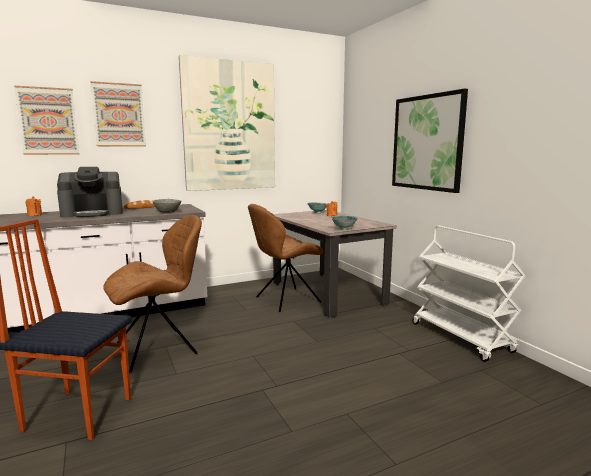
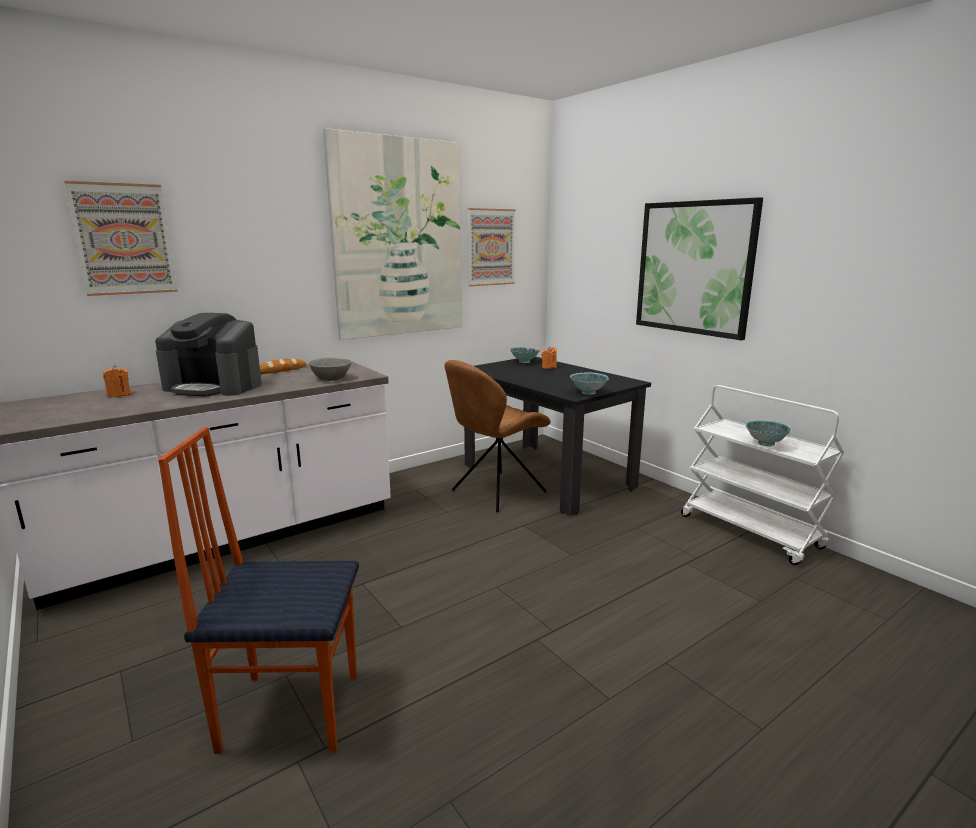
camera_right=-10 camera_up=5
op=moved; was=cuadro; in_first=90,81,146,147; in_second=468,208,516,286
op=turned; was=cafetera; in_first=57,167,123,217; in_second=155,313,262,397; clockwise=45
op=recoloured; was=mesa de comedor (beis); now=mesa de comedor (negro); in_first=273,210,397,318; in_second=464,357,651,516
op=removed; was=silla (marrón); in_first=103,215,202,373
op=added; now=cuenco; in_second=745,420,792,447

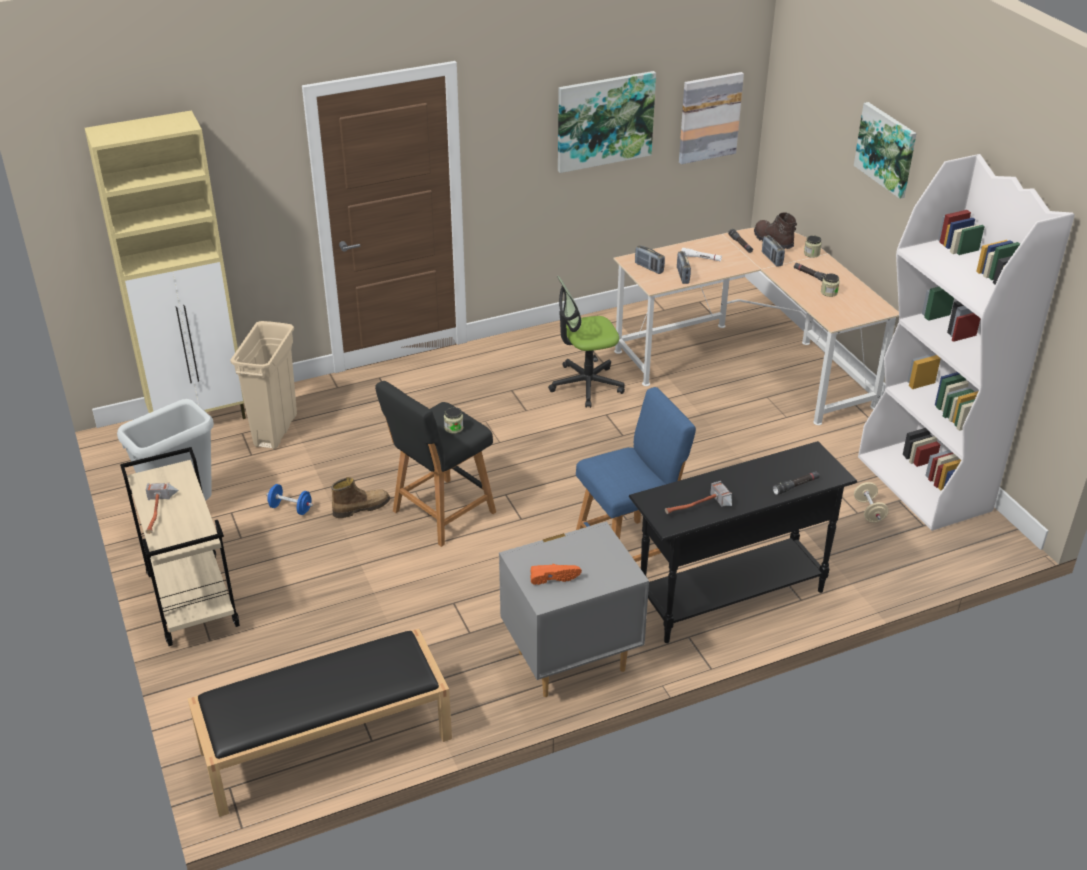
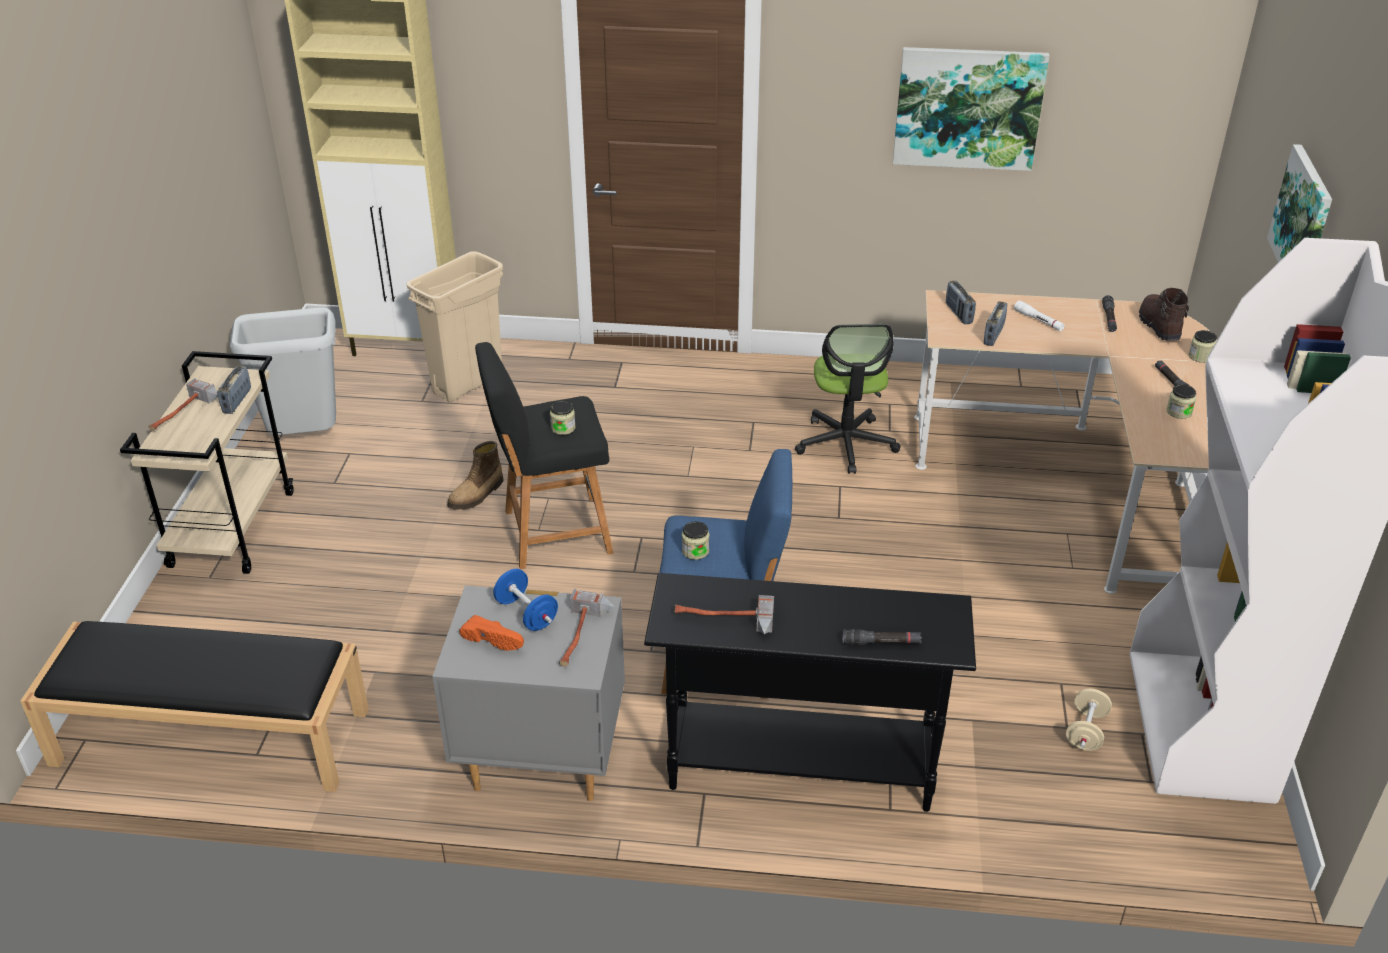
camera_right=30 camera_up=0
op=removed; was=cuadro; in_first=679,72,744,164
op=moved; was=radio; in_first=762,235,785,267; in_second=217,365,251,414
op=turned; was=silla de oficina; in_first=548,276,625,408; in_second=795,324,901,474; clockwise=-105
op=turned; was=bota; in_first=331,477,390,518; in_second=447,441,504,510; clockwise=120
op=moved; was=mancuerna (azul); in_first=266,484,313,515; in_second=493,569,558,631
op=added; now=tarro; in_second=682,521,710,560
op=added; now=martillo; in_second=559,589,615,666

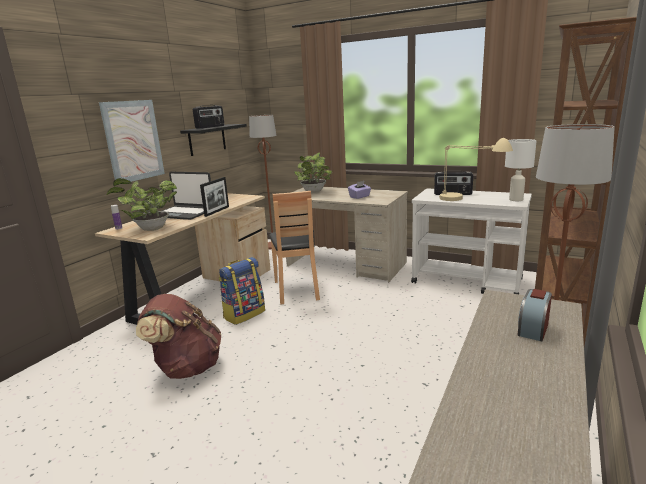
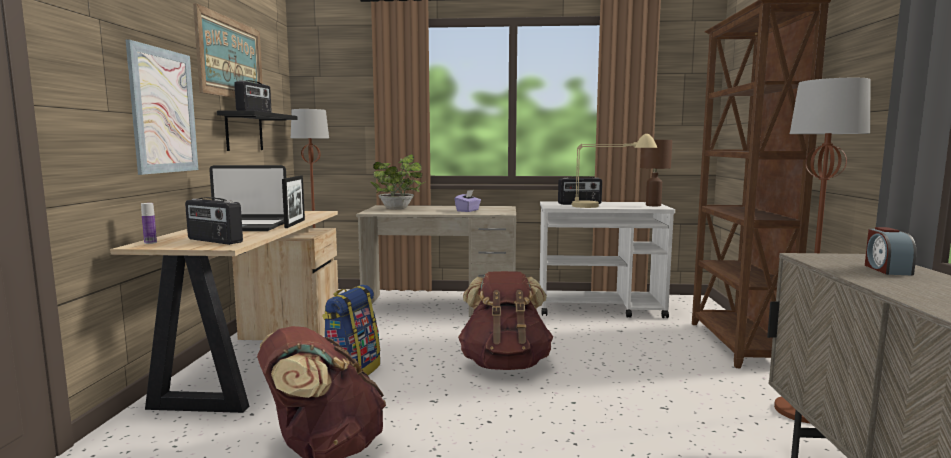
camera_right=-25 camera_up=-10
op=recoloured; was=lámpara de mesa (blanco); now=lámpara de mesa (marrón); in_first=505,139,537,201; in_second=640,140,672,206
op=replaced; was=planta en maceta; now=radio; in_first=107,178,177,231; in_second=185,197,243,245
op=removed; was=silla (marrón); in_first=269,191,320,304
op=added; now=cuadro; in_second=193,3,263,98
op=added; now=mochila (marrón); in_second=458,271,553,370

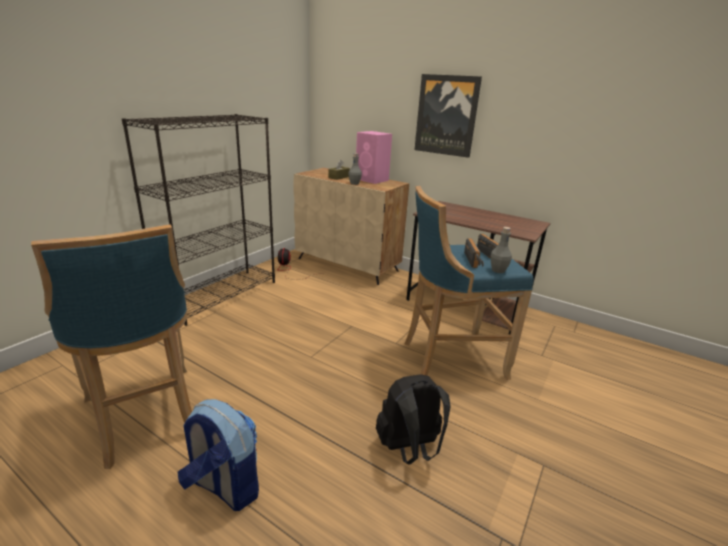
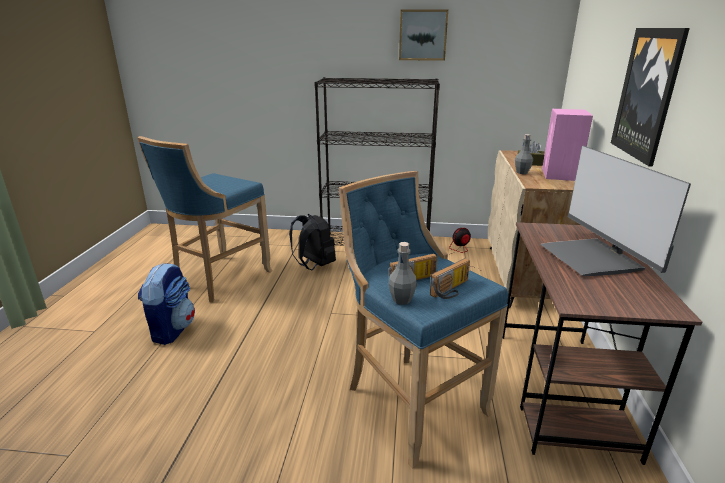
camera_right=65 camera_up=0
op=moved; was=mochila (negro); in_first=376,374,451,465; in_second=289,214,336,270
op=added; now=cuadro; in_second=399,9,448,61
op=added; now=monitor; in_second=540,146,691,276

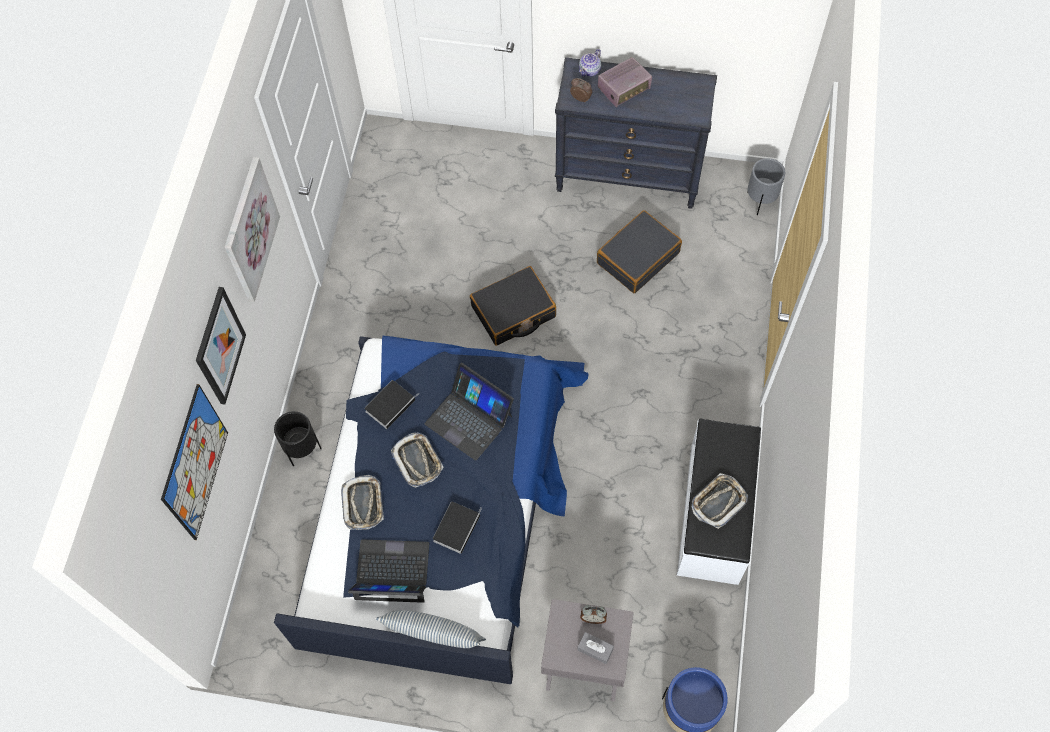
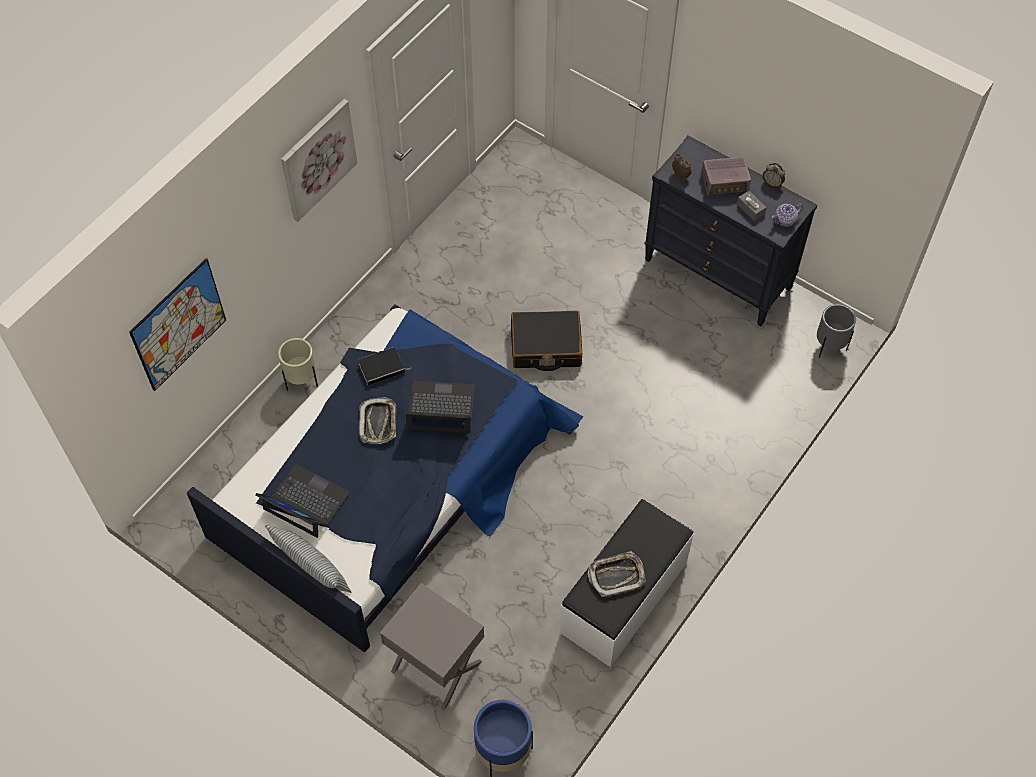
camera_right=25 camera_up=-5
op=moved; was=tetera; in_first=579,49,601,77; in_second=771,203,803,227
op=removed; was=maleta (negro); in_first=597,210,682,293
op=removed; was=cuadro; in_first=196,287,246,405
op=turned; was=portátil; in_first=425,363,514,461; in_second=404,381,475,433; clockwise=120
op=recoloured; was=maceta (negro); now=maceta (beis); in_first=274,411,322,466; in_second=278,338,318,391
op=removed; was=bandeja; in_first=341,475,384,530
op=removed; was=libro; in_first=433,501,482,554
op=moved; was=despertador; in_first=580,605,607,624; in_second=763,163,785,188
op=moved; was=caja de pañuelos (gris); in_first=577,632,614,664; in_second=737,191,767,221

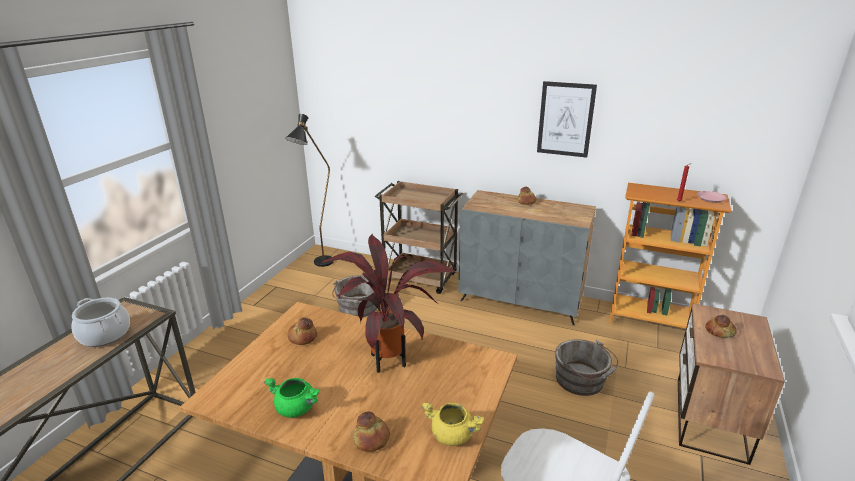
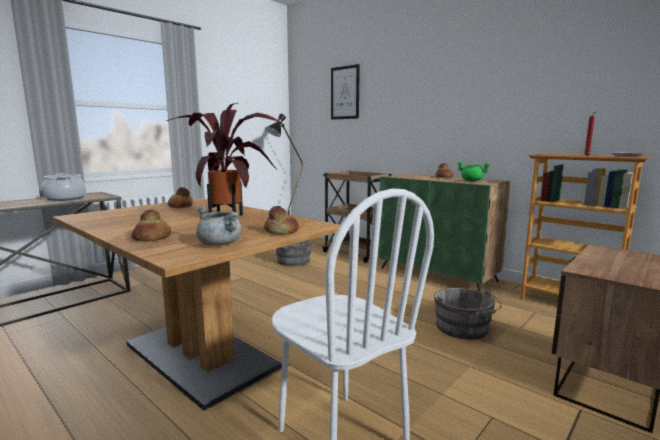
camera_right=20 camera_up=-15
op=moved; was=cuadro; in_first=537,81,597,158; in_second=331,64,360,120
op=recoloured; was=armario (gris); now=armario (verde); in_first=458,190,596,325; in_second=378,173,511,292
op=moved; was=pan; in_first=705,315,737,338; in_second=264,206,299,235
op=moved; was=olla (verde); in_first=264,378,320,418; in_second=457,162,491,181
op=recoloured; was=olla (amarillo); now=olla (gris); in_first=422,403,484,446; in_second=195,205,242,246

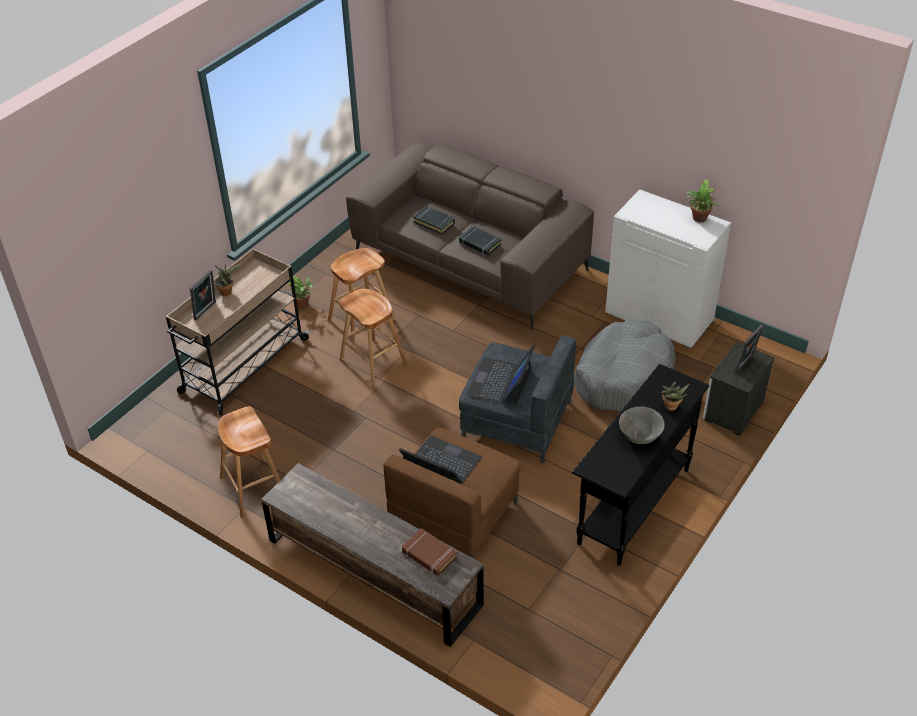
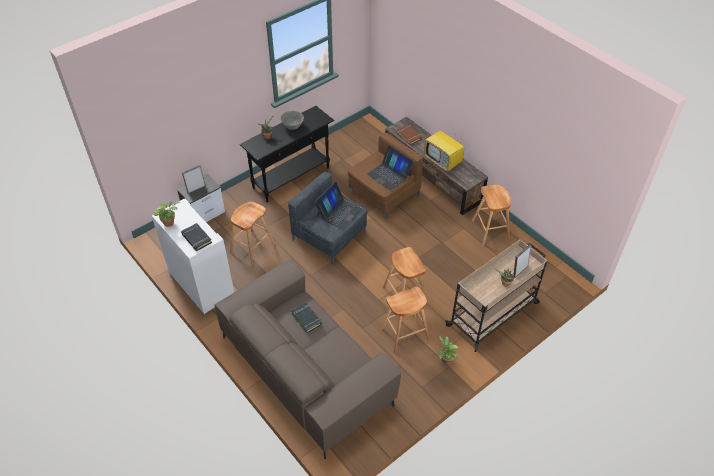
camera_right=-165 camera_up=5
op=moved; was=libro (negro); in_first=413,206,455,234; in_second=181,223,212,251
op=replaced; was=cama para perro (gris); now=taburete (marrón); in_first=574,319,676,412; in_second=230,202,274,265
op=added; now=televisor; in_second=424,130,464,172

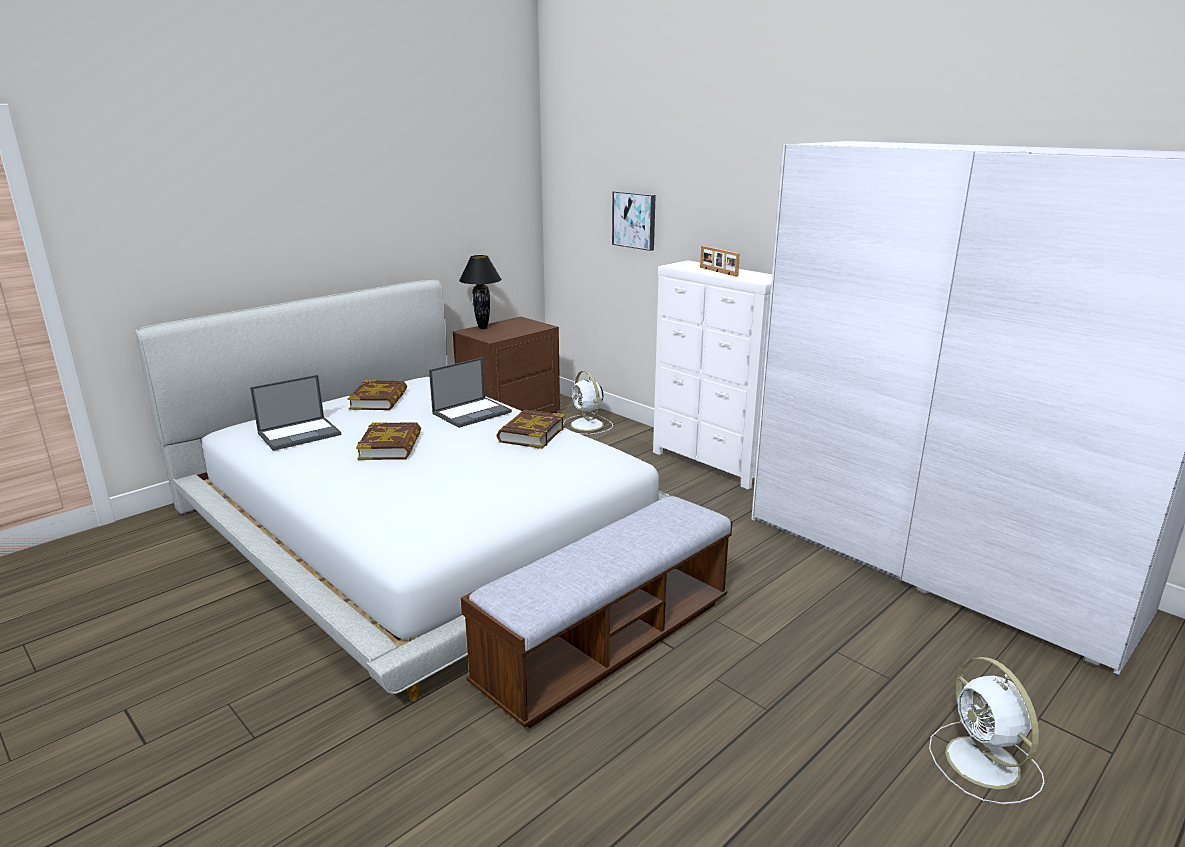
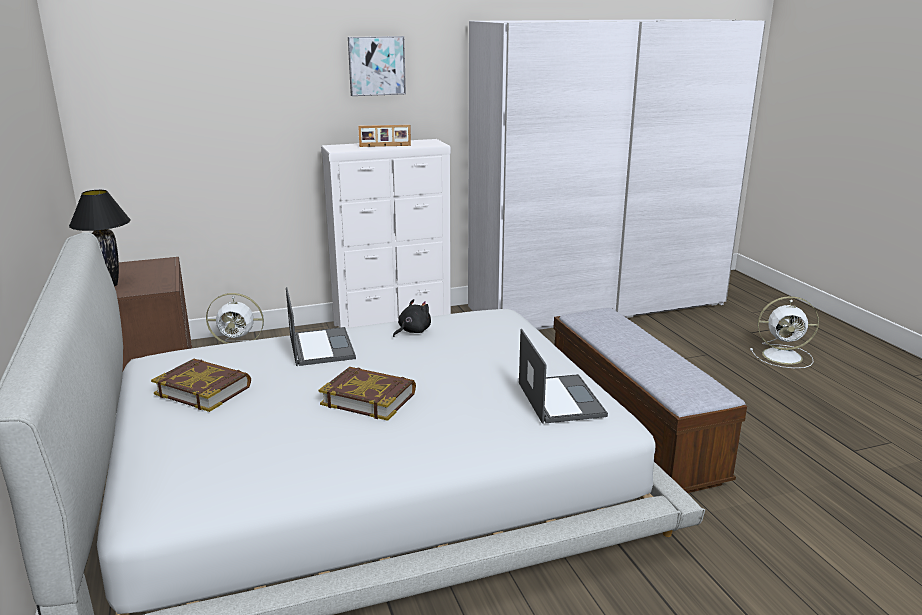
camera_right=-65 camera_up=0
op=moved; was=cuadro; in_first=612,191,656,251; in_second=348,36,406,96
op=moved; was=portátil; in_first=250,375,341,451; in_second=519,329,608,424
op=replaced; was=libro; now=peluche (negro); in_first=497,410,565,449; in_second=393,299,431,337

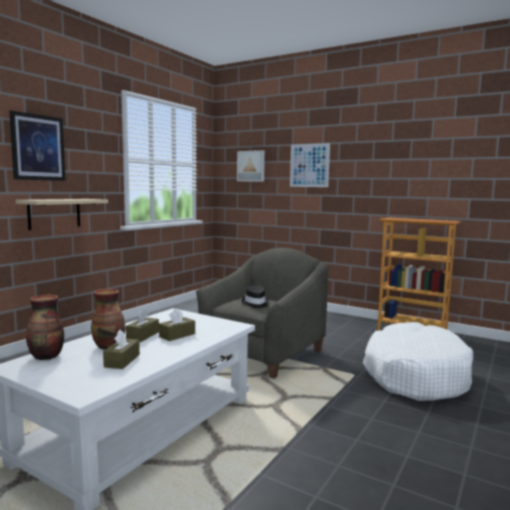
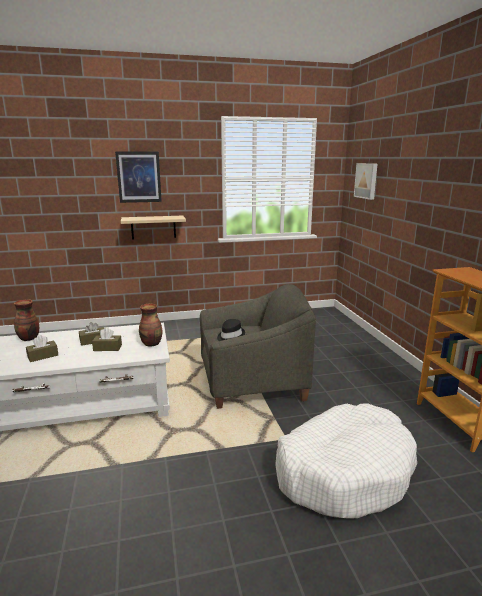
camera_right=45 camera_up=10
op=removed; was=cuadro; in_first=290,143,330,187
op=moved; was=florero; in_first=91,289,126,350; in_second=139,303,163,346

